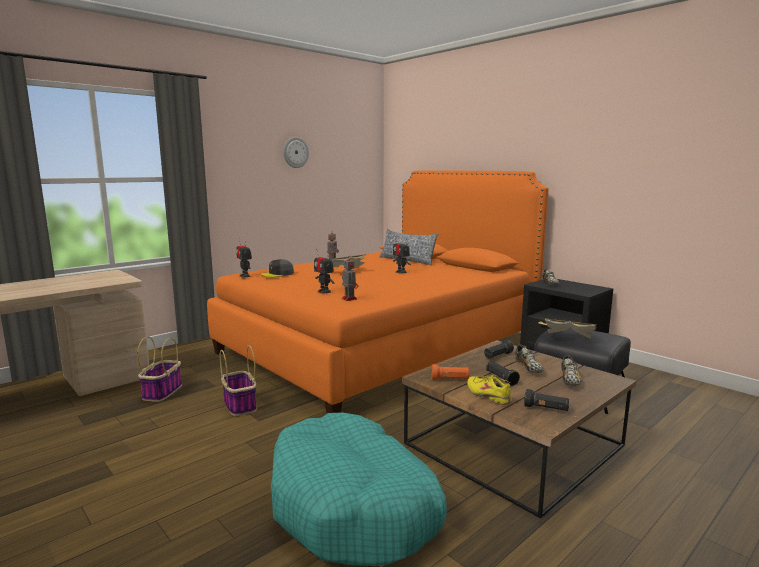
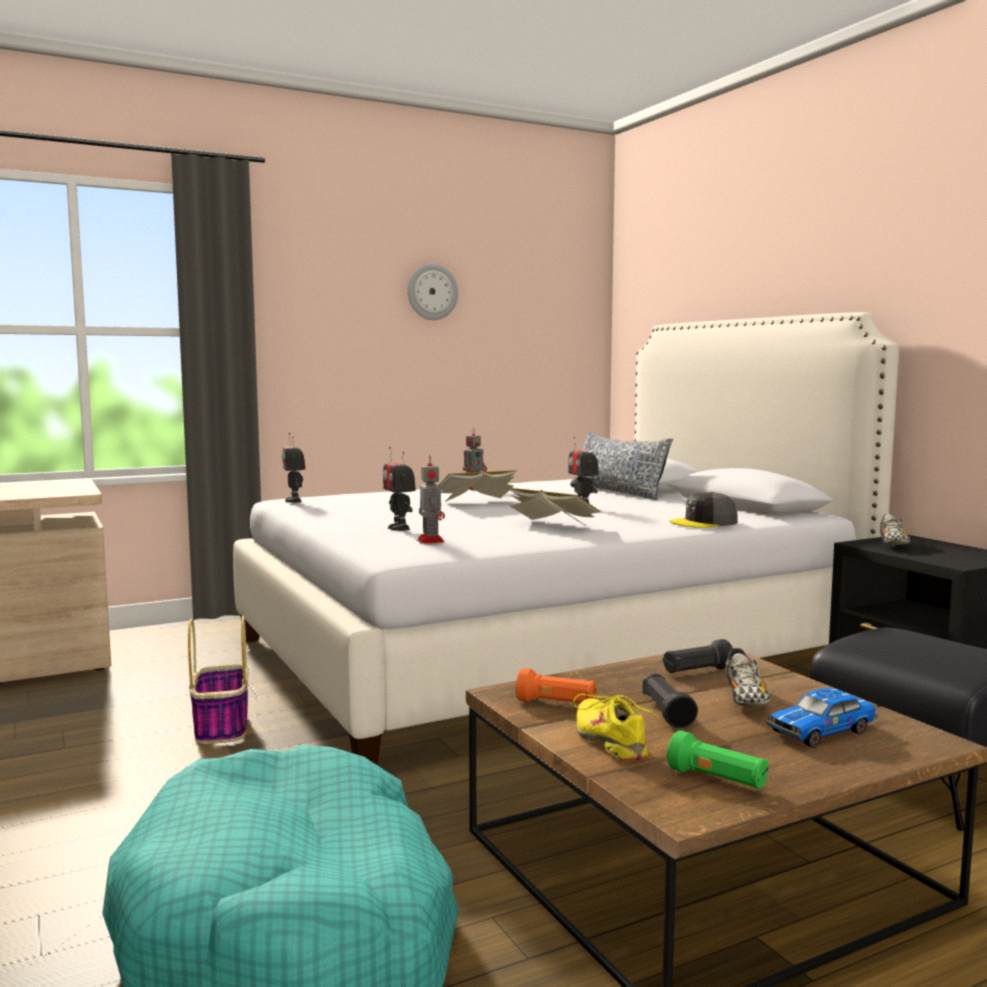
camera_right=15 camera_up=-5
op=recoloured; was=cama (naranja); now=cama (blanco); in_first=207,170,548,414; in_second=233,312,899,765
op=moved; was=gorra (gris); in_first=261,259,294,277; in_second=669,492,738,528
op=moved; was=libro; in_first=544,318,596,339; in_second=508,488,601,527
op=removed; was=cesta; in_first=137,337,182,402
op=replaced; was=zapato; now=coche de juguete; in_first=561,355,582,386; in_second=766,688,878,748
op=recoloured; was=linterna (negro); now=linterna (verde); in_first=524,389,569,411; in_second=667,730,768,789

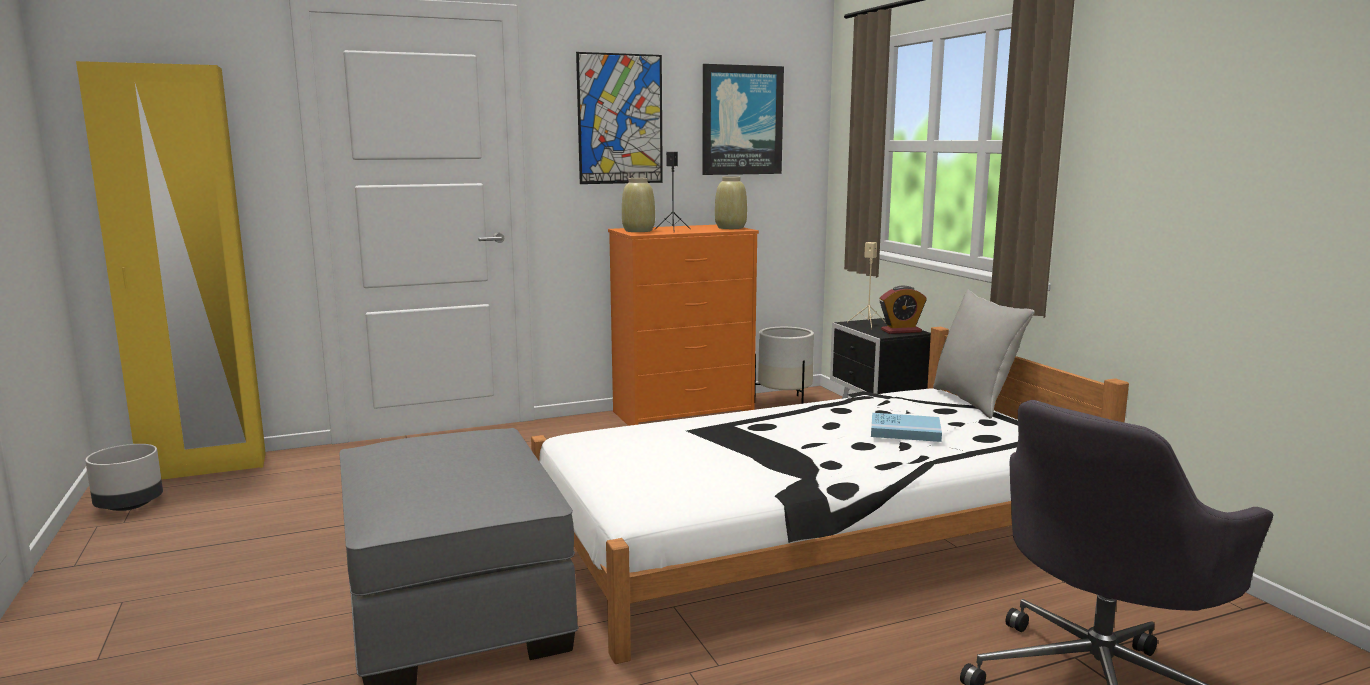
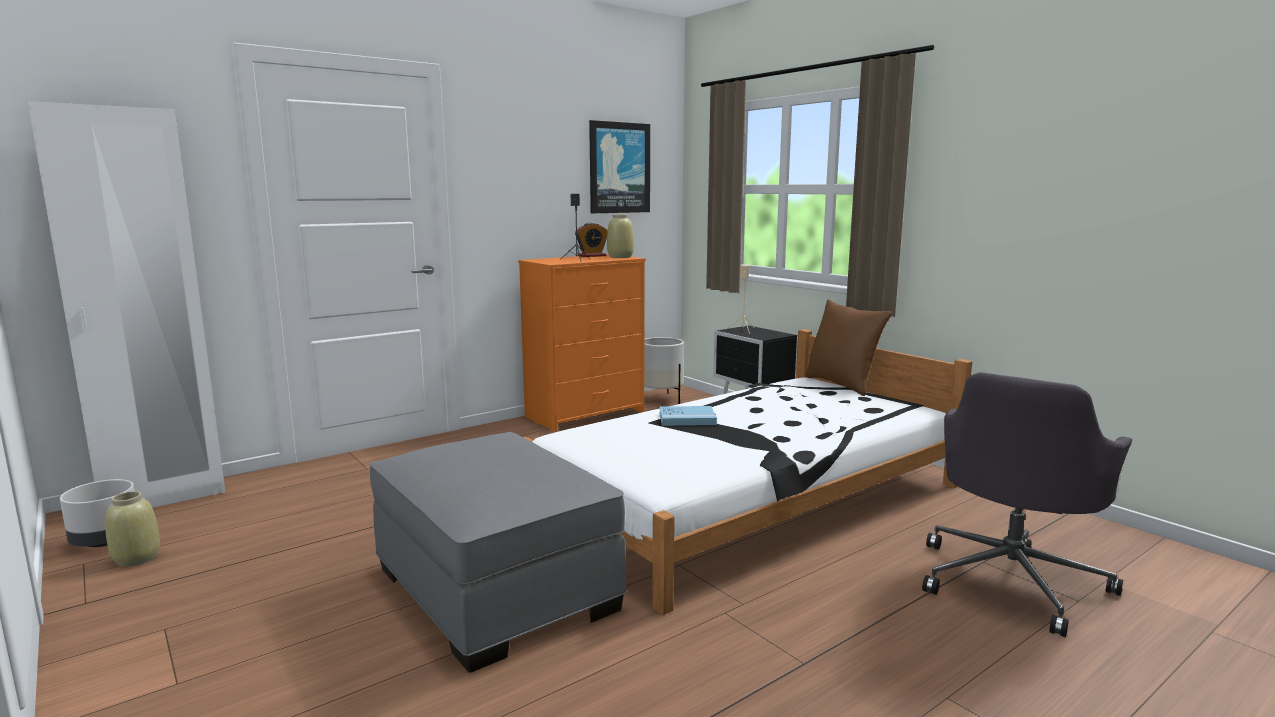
camera_right=-15 camera_up=0
op=removed; was=cuadro; in_first=576,52,663,184
op=recoloured; was=armario ropero (amarillo); now=armario ropero (blanco); in_first=76,61,266,480; in_second=28,101,225,508
op=moved; was=florero (beis); in_first=622,178,655,232; in_second=105,491,160,566
op=moved; was=despertador; in_first=879,285,926,334; in_second=575,223,608,257
op=recoloured; was=cojín (gris); now=cojín (marrón); in_first=933,290,1035,419; in_second=805,299,892,396
op=moved; was=libro (azul); in_first=871,413,942,442; in_second=659,406,717,426

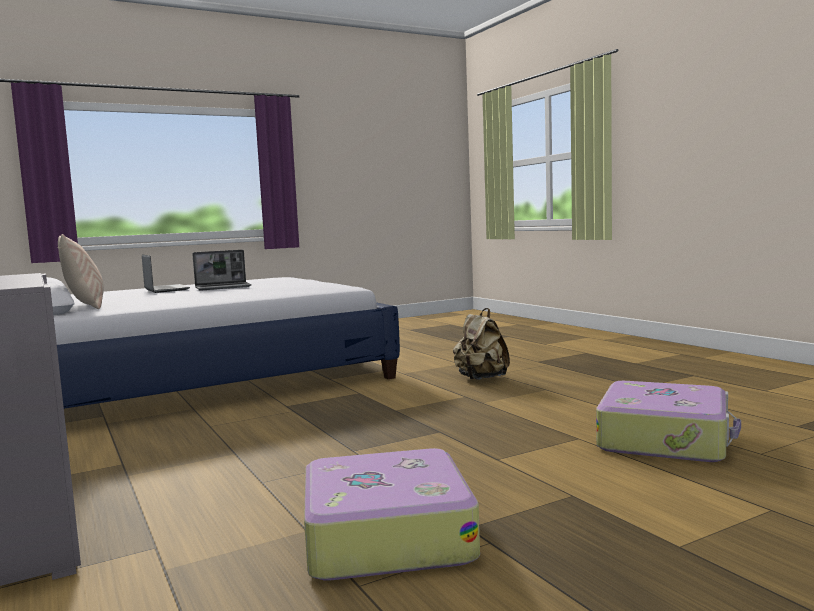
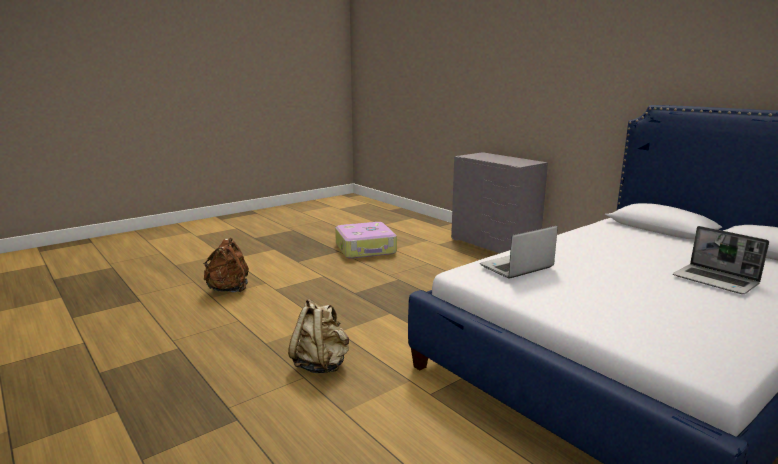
camera_right=170 camera_up=10
op=removed; was=cojín (beis); in_first=58,234,104,309
op=moved; was=portátil; in_first=192,250,251,291; in_second=480,226,558,279
op=replaced; was=maleta; now=mochila (marrón); in_first=596,381,741,462; in_second=203,237,249,292

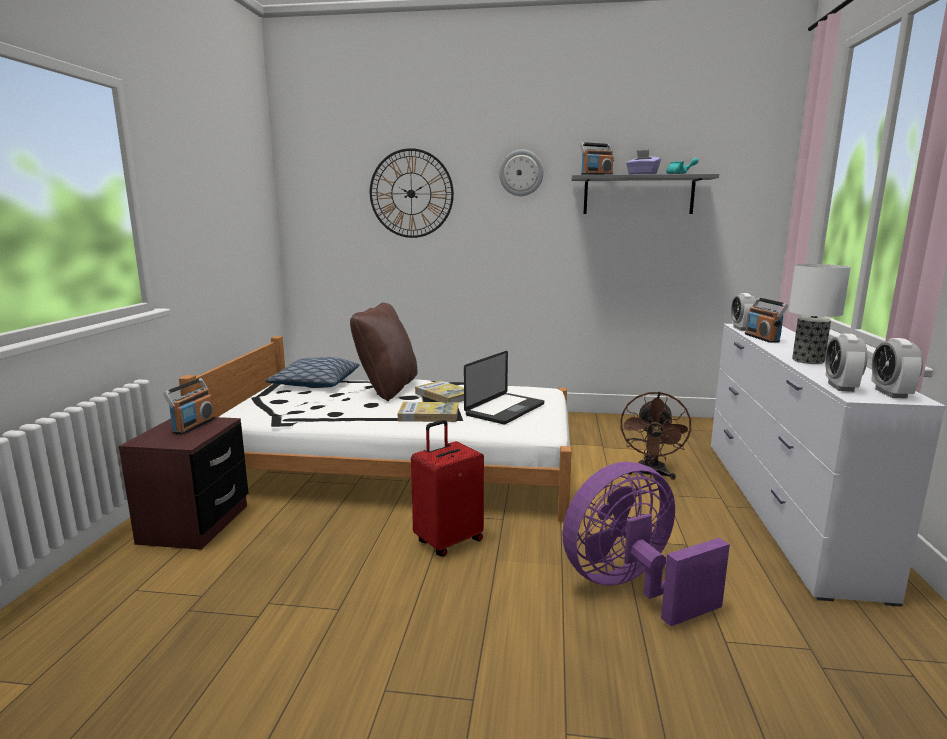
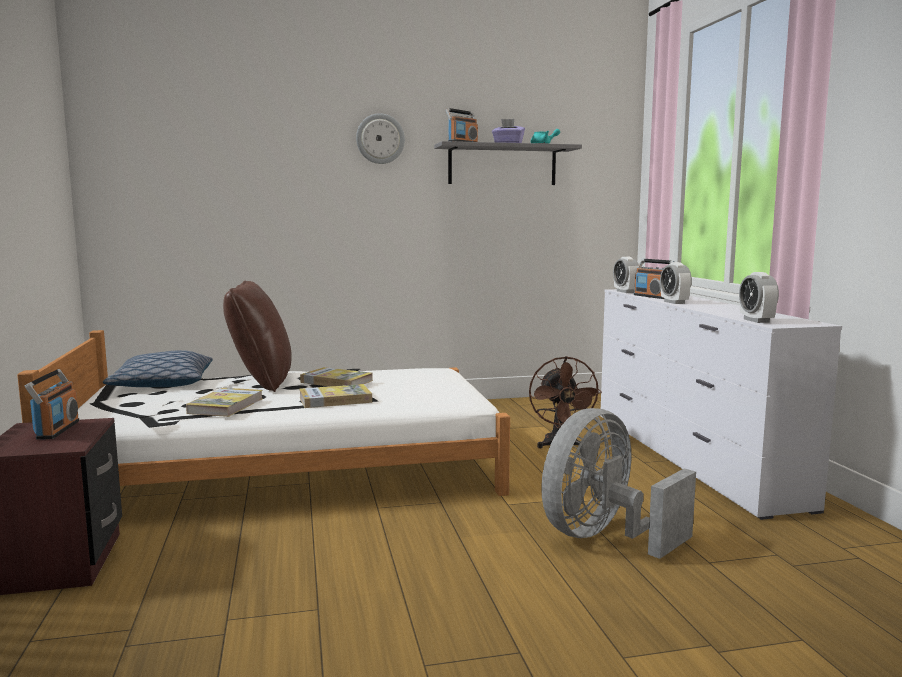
camera_right=-20 camera_up=-5
op=removed; was=reloj de pared; in_first=370,148,454,238
op=removed; was=lámpara de mesa; in_first=789,264,851,364
op=moved; was=despertador; in_first=871,338,923,398; in_second=660,262,692,304
op=removed; was=portátil; in_first=464,351,544,425
op=removed; was=maleta (rojo); in_first=411,420,484,557
op=recoloured; was=ventilador (morado); now=ventilador (gris); in_first=562,462,730,627; in_second=541,408,696,559
op=added; now=libro; in_second=186,388,263,417

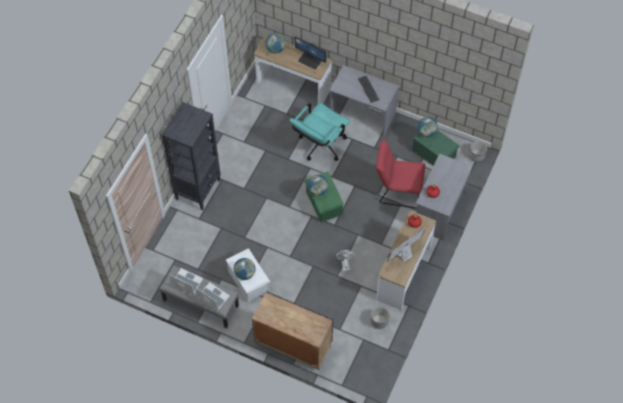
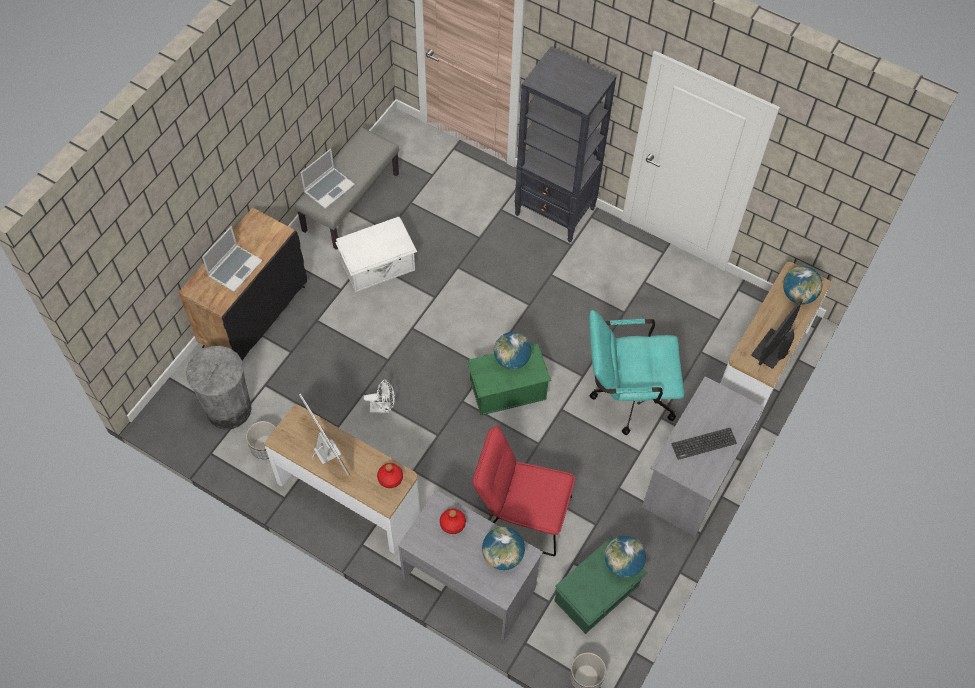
camera_right=95 camera_up=0
op=turned; was=silla de oficina (turquesa); in_first=289,103,350,161; in_second=589,310,684,435; clockwise=-45
op=turned; was=silla (rojo); in_first=376,139,426,209; in_second=472,425,575,556; clockwise=-90
op=moved; was=globo terráqueo; in_first=234,258,255,280; in_second=482,527,525,570
op=moved; was=portátil; in_first=169,268,203,294; in_second=202,226,262,292
op=added; now=papelera (gris); in_second=186,346,252,429

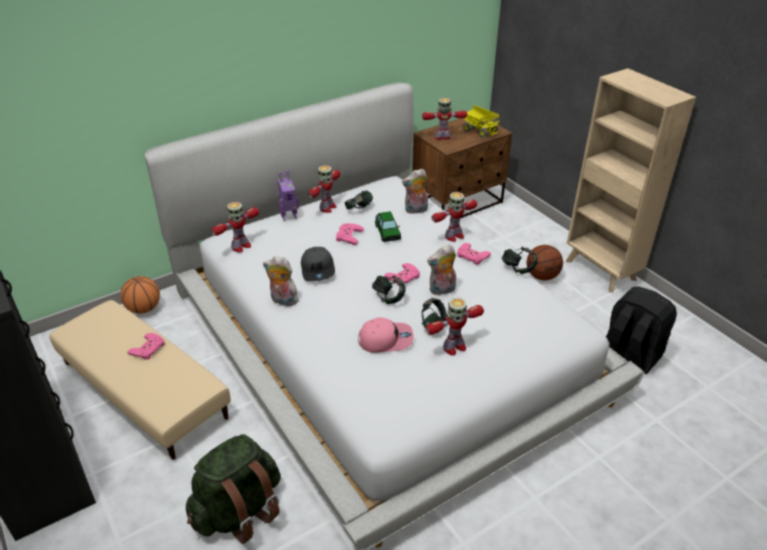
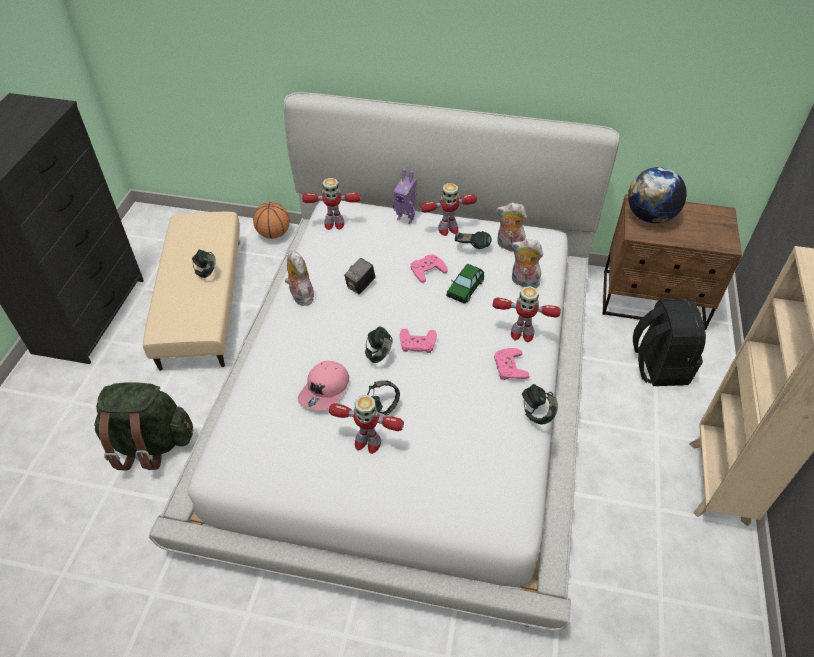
camera_right=45 camera_up=10
op=replaced; was=robot de juguete; now=globo terráqueo; in_first=422,98,467,140; in_second=628,167,687,223
op=removed; was=camión de juguete; in_first=463,105,500,138
op=moved; was=peluche; in_first=427,245,456,295; in_second=496,202,527,252
op=removed; was=balón de baloncesto; in_first=527,245,563,280
op=replaced; was=gorra (gris); now=cámara; in_first=301,247,335,282; in_second=344,258,375,294
op=moved; was=mochila (negro); in_first=606,287,677,375; in_second=633,299,706,386
op=turned; was=gorra (rosa); in_first=358,318,414,353; in_second=298,361,349,411; clockwise=75
op=replaced; was=mando de consola (rosa); now=auriculares; in_first=127,333,165,360; in_second=192,250,216,278

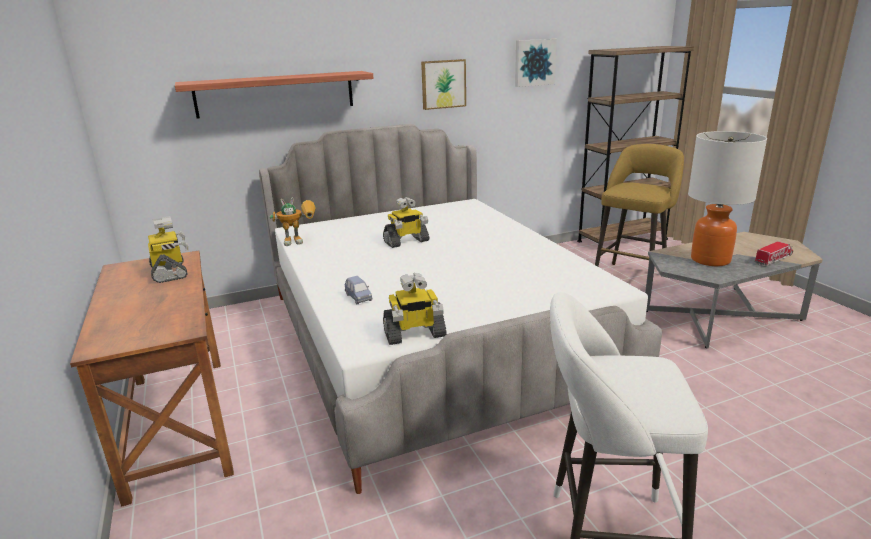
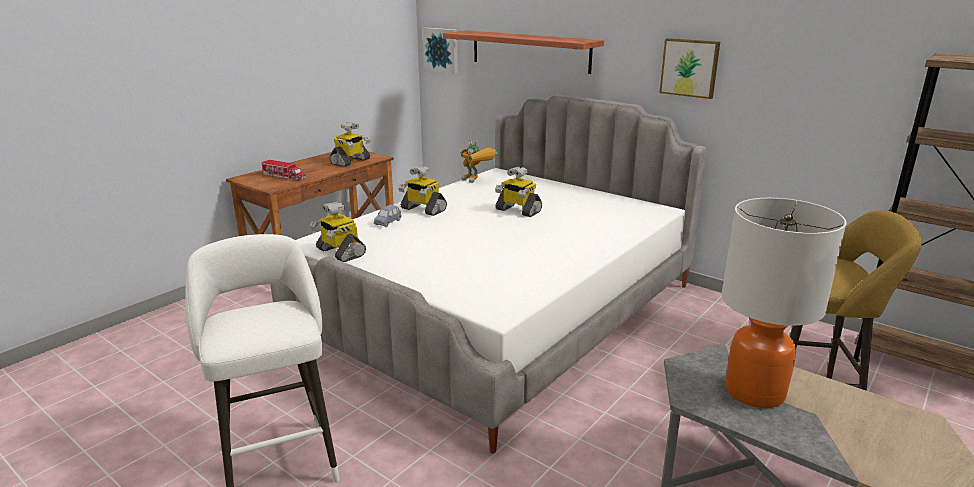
camera_right=60 camera_up=0
op=moved; was=cuadro; in_first=515,39,557,87; in_second=423,28,458,74
op=moved; was=camión de juguete; in_first=755,241,793,266; in_second=262,160,306,181
op=added; now=robot de juguete; in_second=398,166,447,216

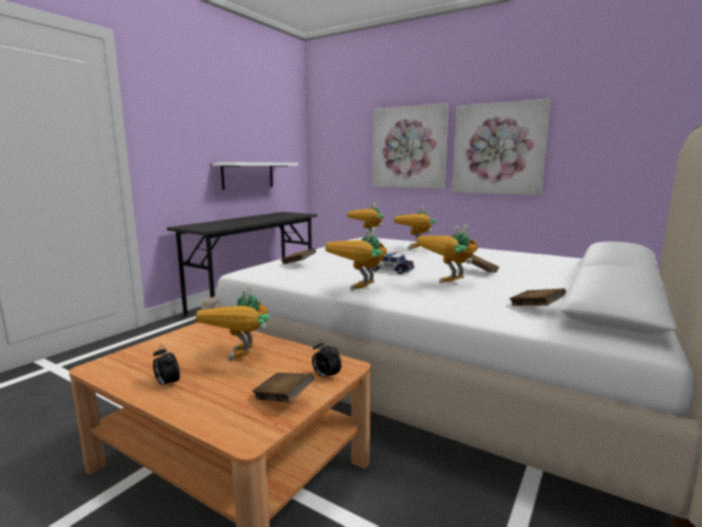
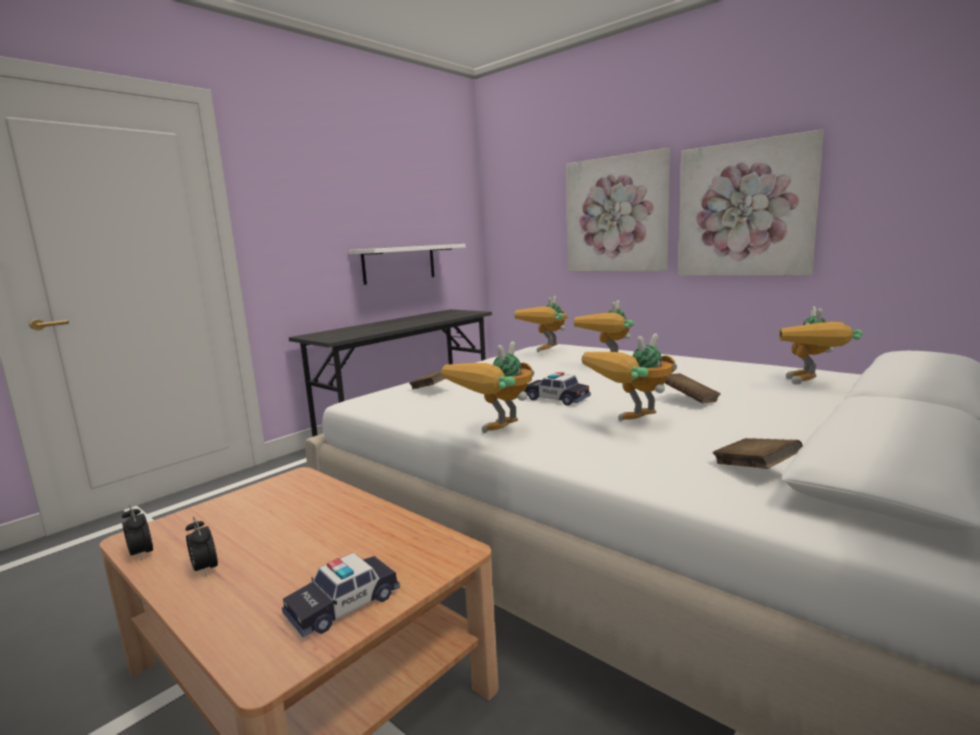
camera_right=10 camera_up=0
op=moved; was=robot de juguete; in_first=196,284,270,361; in_second=779,306,863,385
op=moved; was=despertador; in_first=312,339,342,380; in_second=122,504,153,560
op=replaced; was=libro (marrón); now=coche de juguete; in_first=252,373,314,403; in_second=282,553,400,637

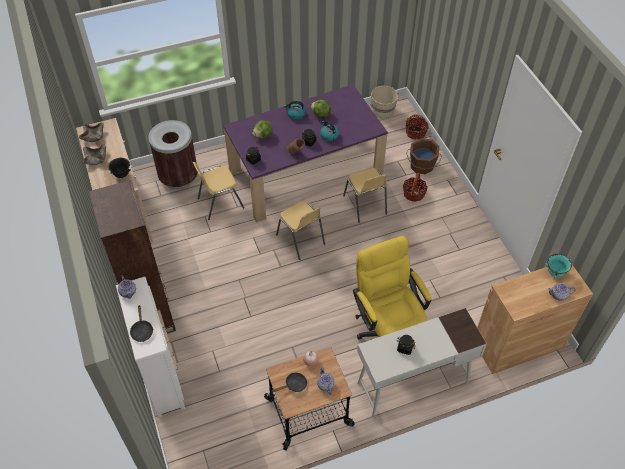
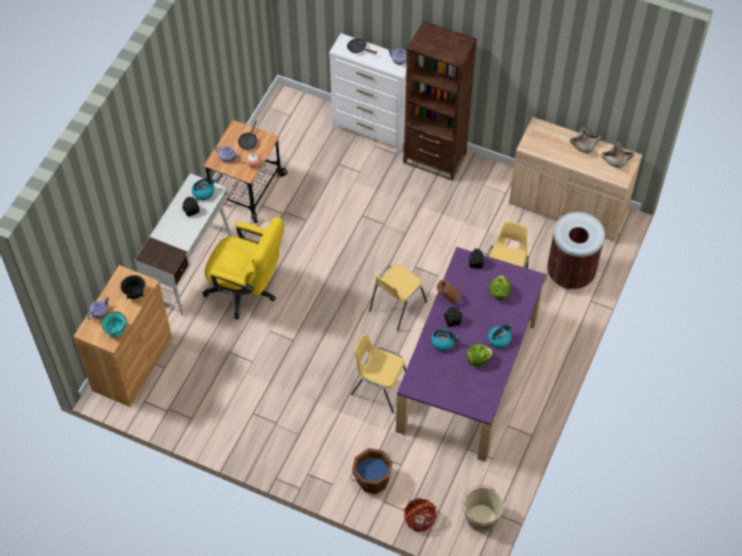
camera_right=135 camera_up=5
op=moved; was=cuenco (negro); in_first=108,158,131,179; in_second=120,275,146,299
op=removed; was=cesta; in_first=403,174,428,202
op=turned; was=silla (amarillo); in_first=276,201,325,260; in_second=369,264,427,331; clockwise=-60
op=added; now=hervidor; in_second=192,178,216,200

